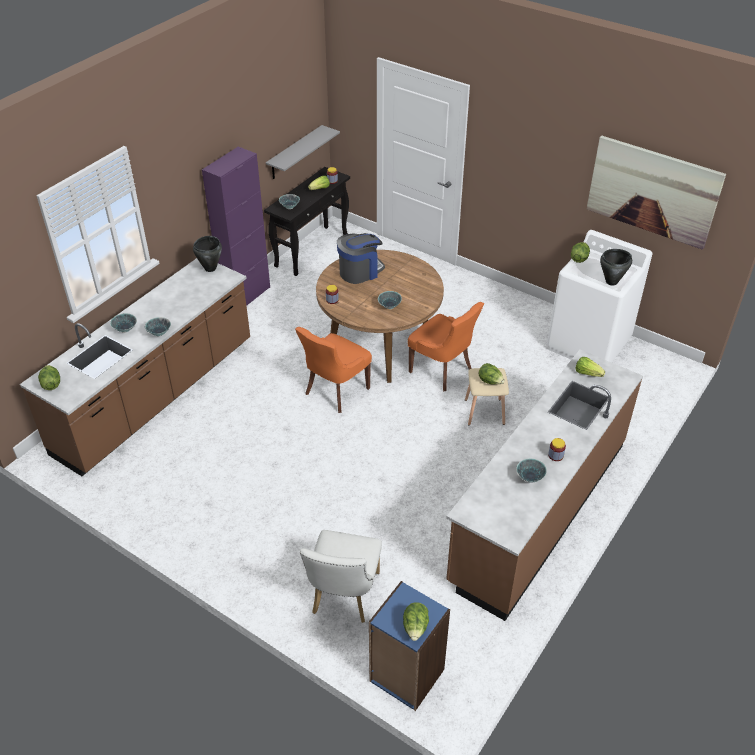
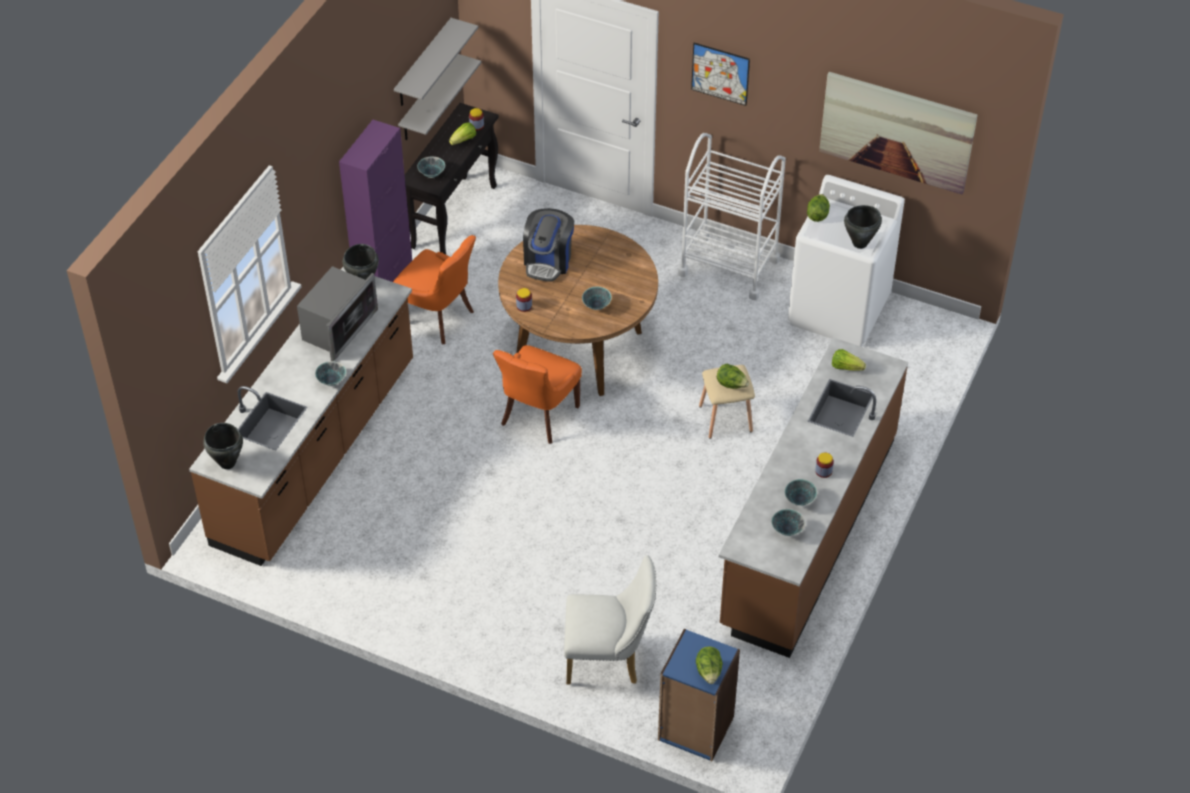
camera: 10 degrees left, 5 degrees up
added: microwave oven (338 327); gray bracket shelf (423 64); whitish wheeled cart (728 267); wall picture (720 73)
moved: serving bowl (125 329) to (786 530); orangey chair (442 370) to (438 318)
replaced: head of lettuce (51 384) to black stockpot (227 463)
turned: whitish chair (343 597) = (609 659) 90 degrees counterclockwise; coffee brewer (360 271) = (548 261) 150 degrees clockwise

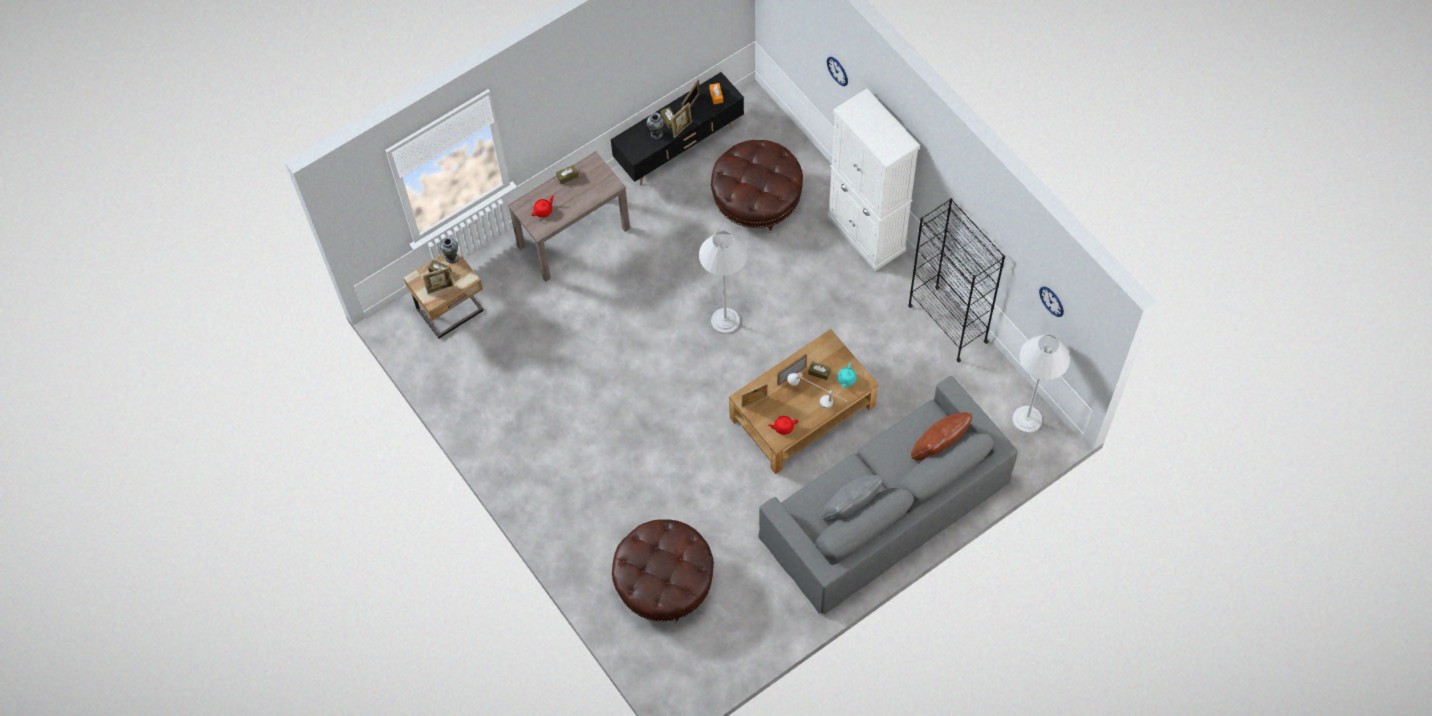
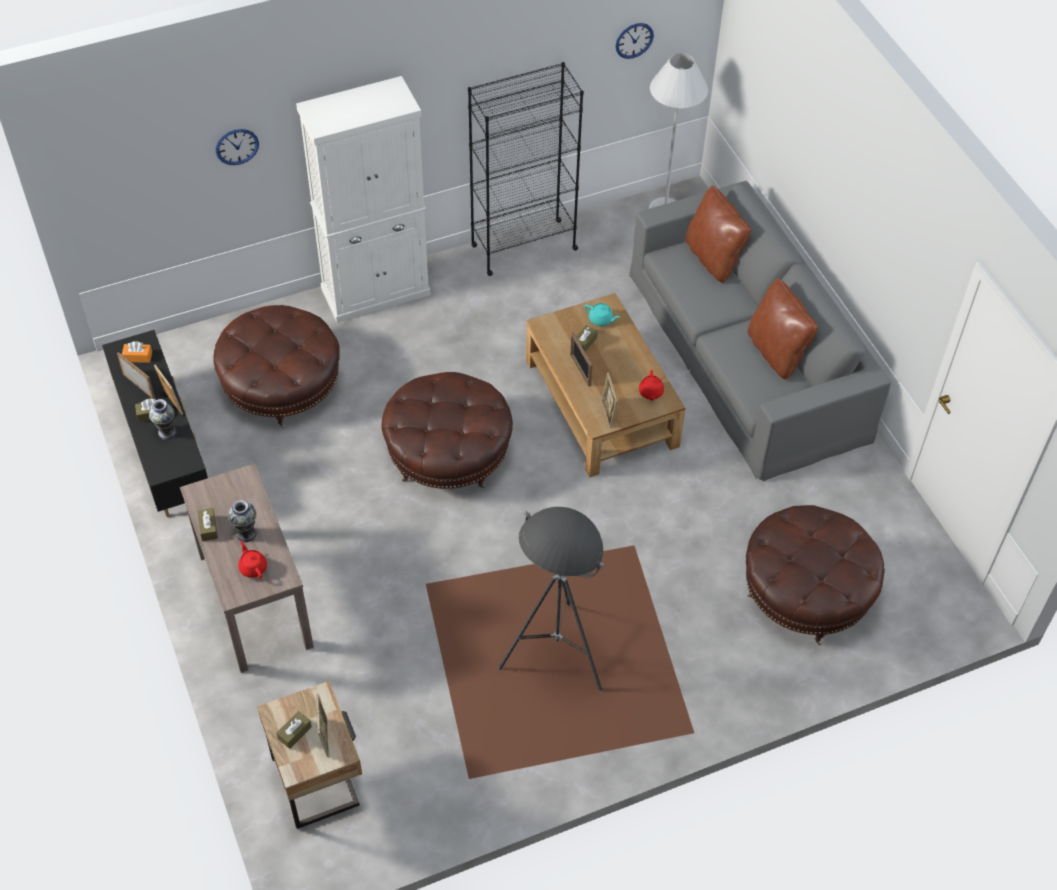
camera: 80 degrees left, 10 degrees down
removed: whitish table lamp (817 399)
added: brown standing lamp (555 656)
moved: decorative vase (451 257) to (246 534)
replaced: whitish standing lamp (725 321) to brown ottoman (448 454)
recoloured: gray throw pillow (850 509) to brown throw pillow (776 352)

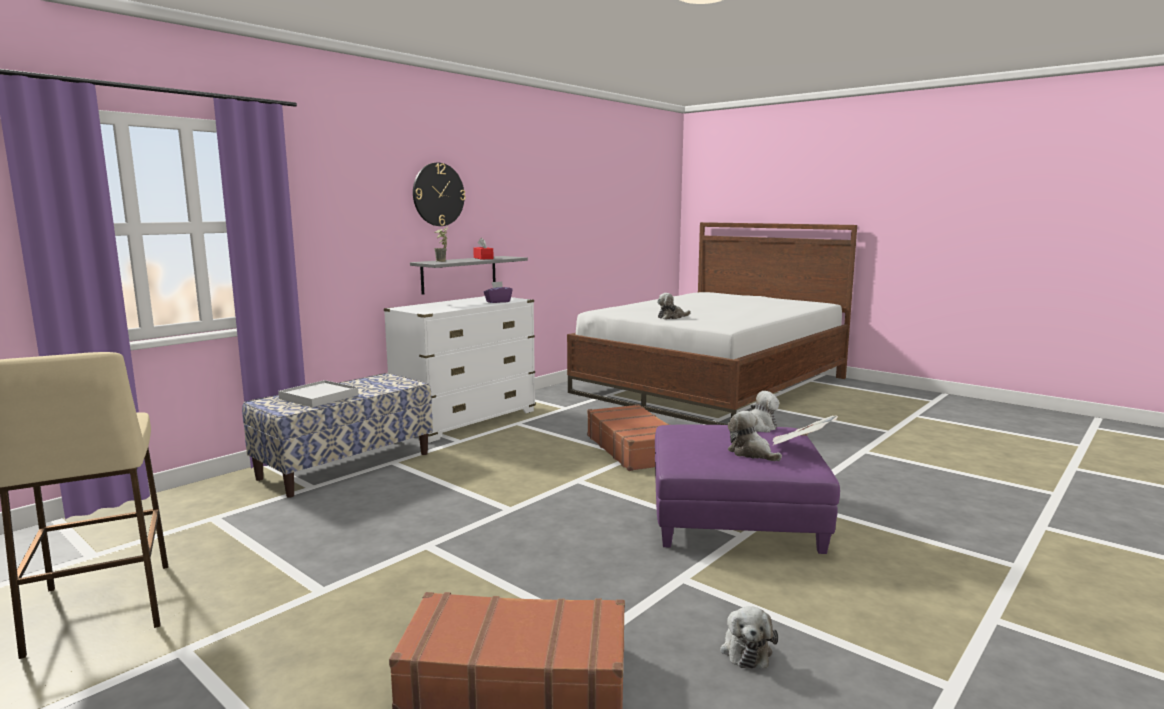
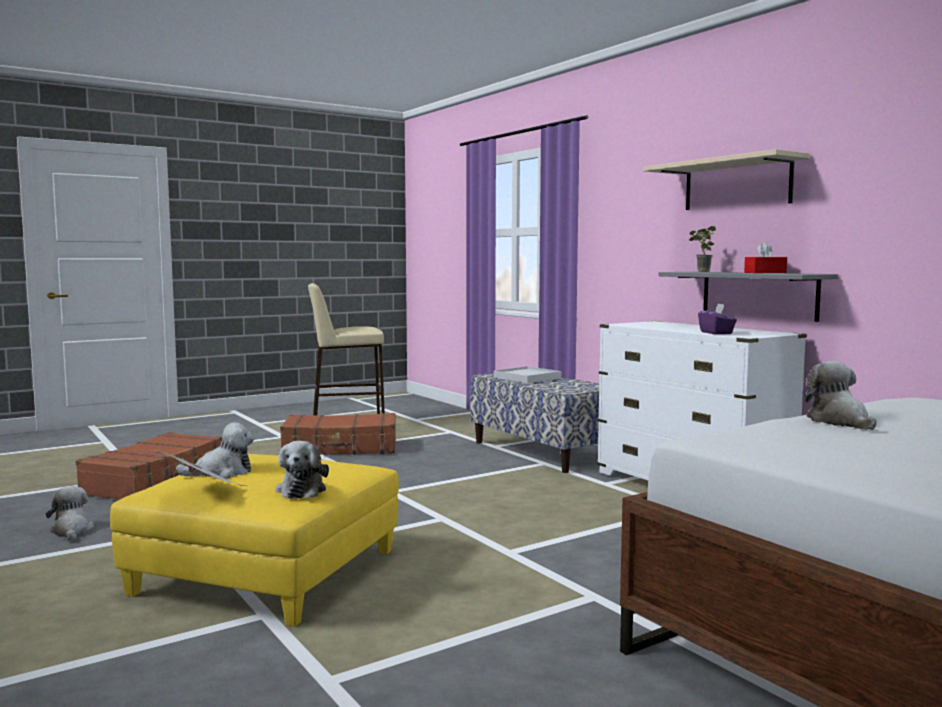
camera: 105 degrees right, 5 degrees down
moved: brown suitcase (634 449) to (341 448)
replaced: clock on the wall (438 194) to beige-coloured bracket shelf (737 184)
recoloured: purple-coloured ottoman (735 517) to yellow ottoman (266 572)
turned: plush toy (745 649) = (71 531) 45 degrees clockwise

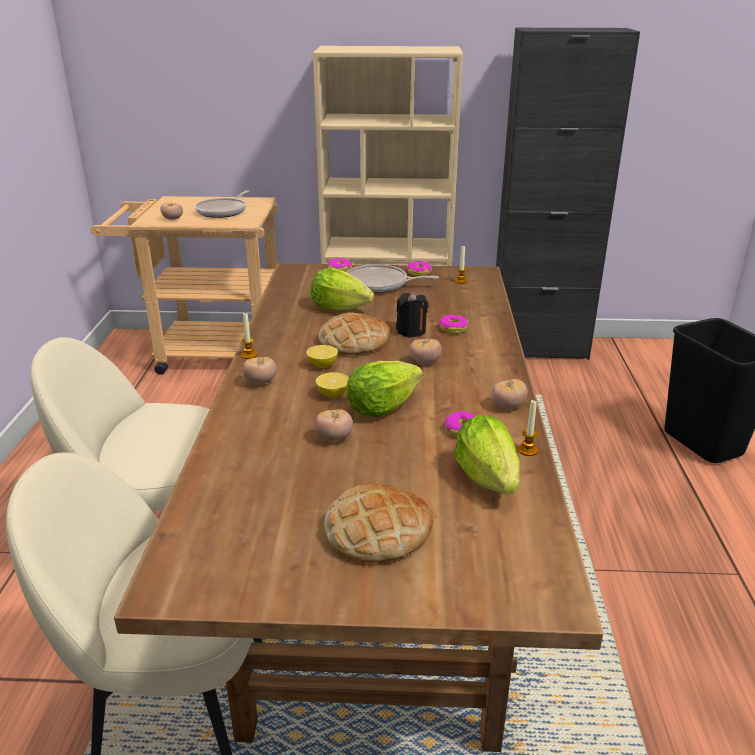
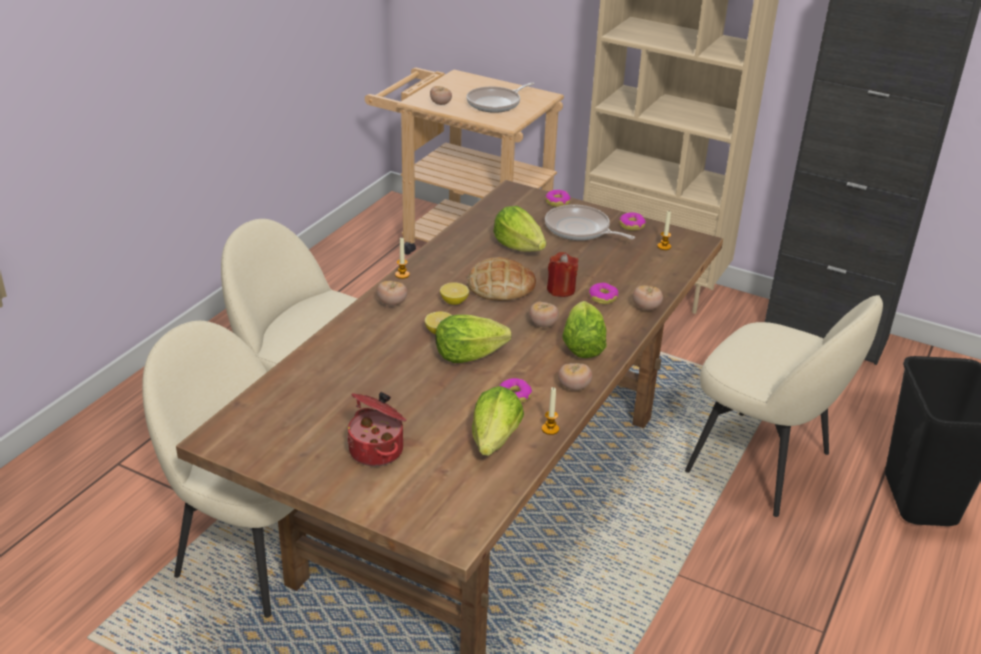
camera: 25 degrees right, 5 degrees up
added: head of lettuce (582 346); beige-coloured chair (762 464)
moved: tomato (334 438) to (646 307)
replaced: bakery bread (377 531) to stockpot (378 450)
recoloured: black wax candle (411 331) to reddish wax candle (561 290)

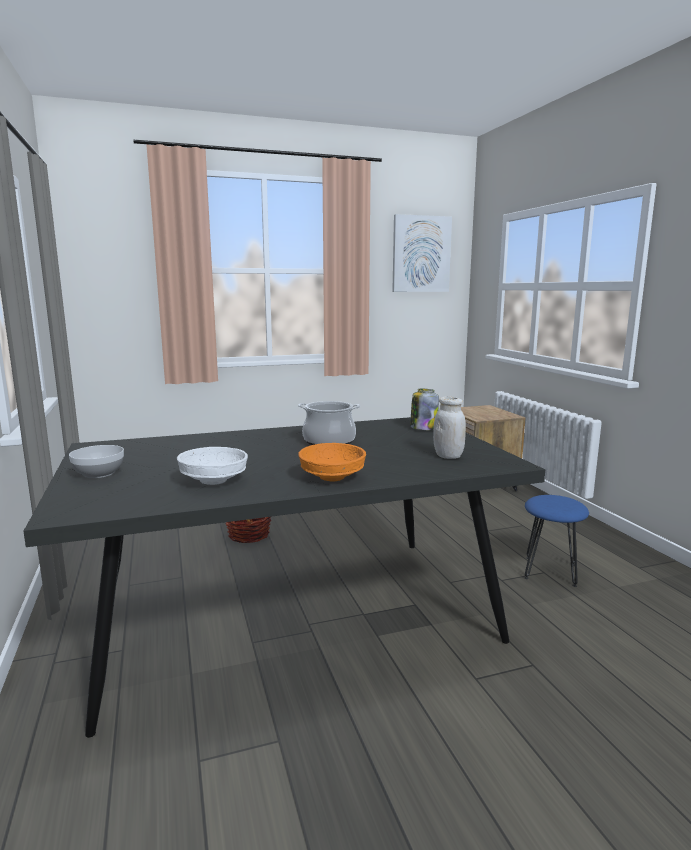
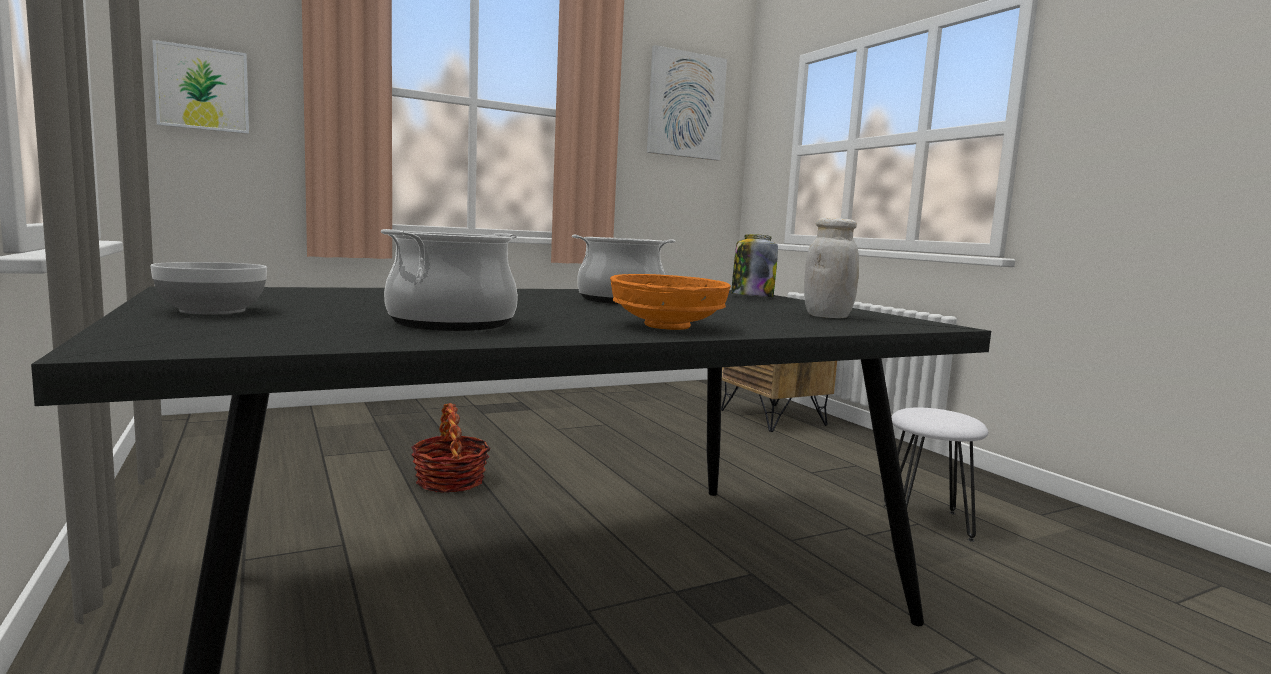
camera: 10 degrees left, 5 degrees down
added: wall picture (202 89)
replaced: whitish serving bowl (213 481) to stockpot (452 323)
recoloured: blue-coloured stool (551 571) to whitish stool (927 522)

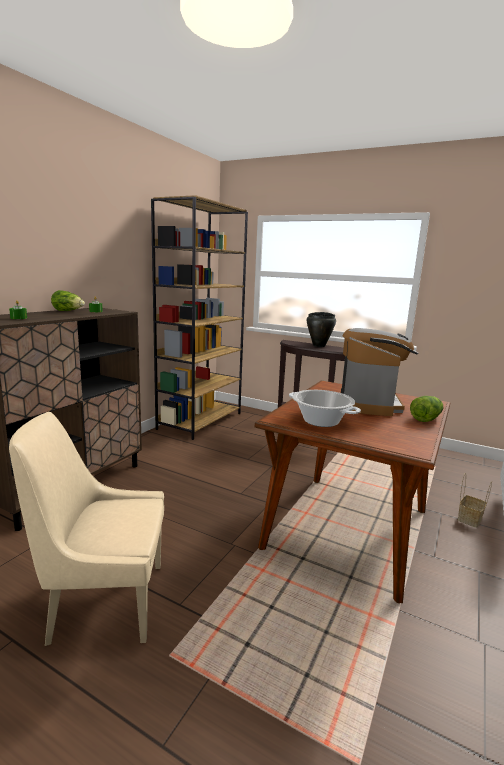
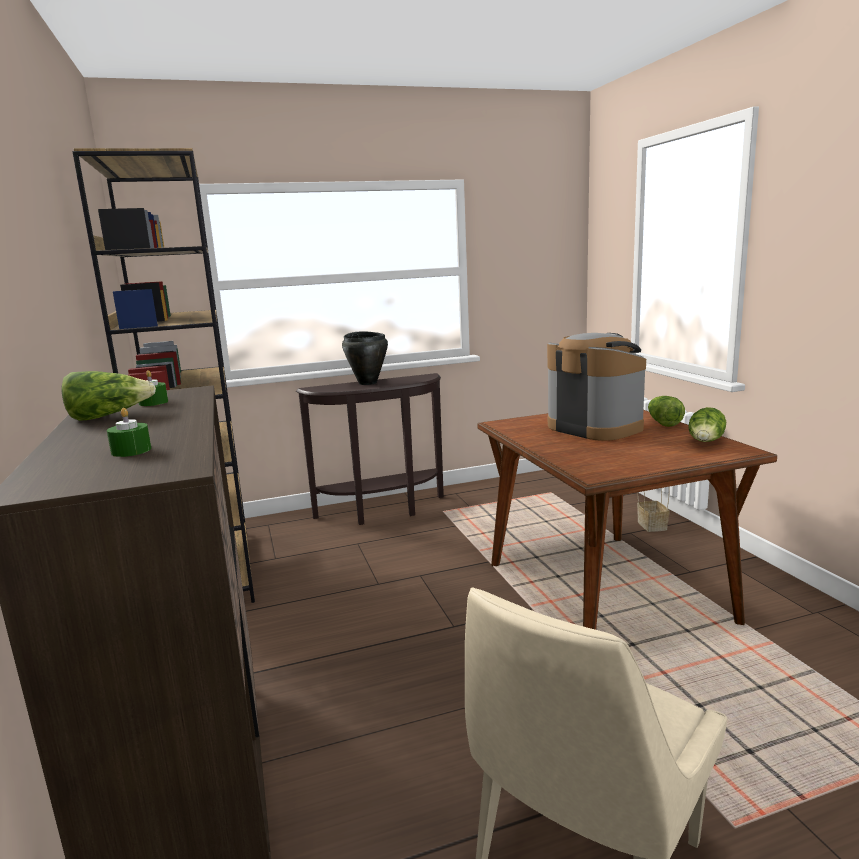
camera: 45 degrees left, 0 degrees up
removed: stockpot (321 421)
added: head of lettuce (706 442)

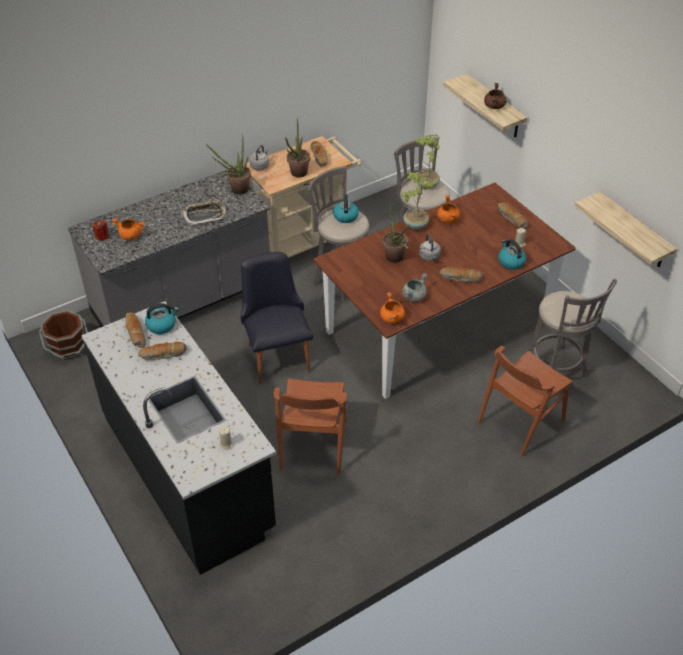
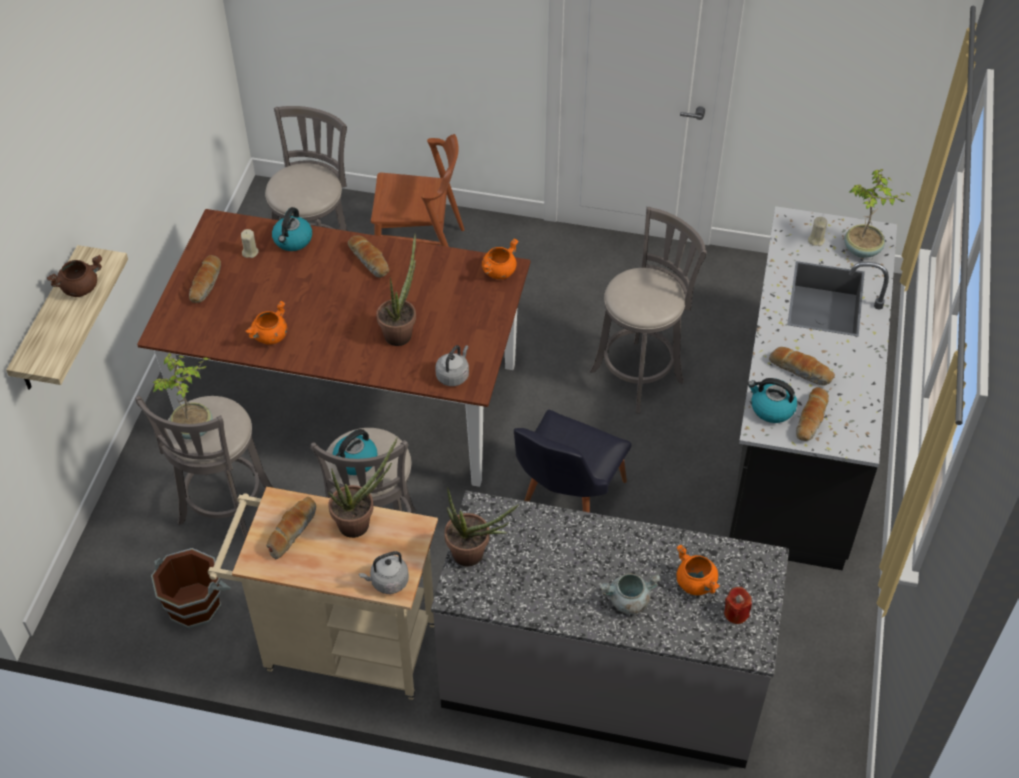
camera: 135 degrees left, 5 degrees up
removed: tray (204 215); bracket shelf (633 231)
moved: brown bucket (68 347) to (194 603); plant in a pot (415 225) to (862 250); gray stockpot (414 297) to (628 601); gray tea kettle (429 257) to (453 375)
replaced: brown chair (313 445) to gray stool (640 374)

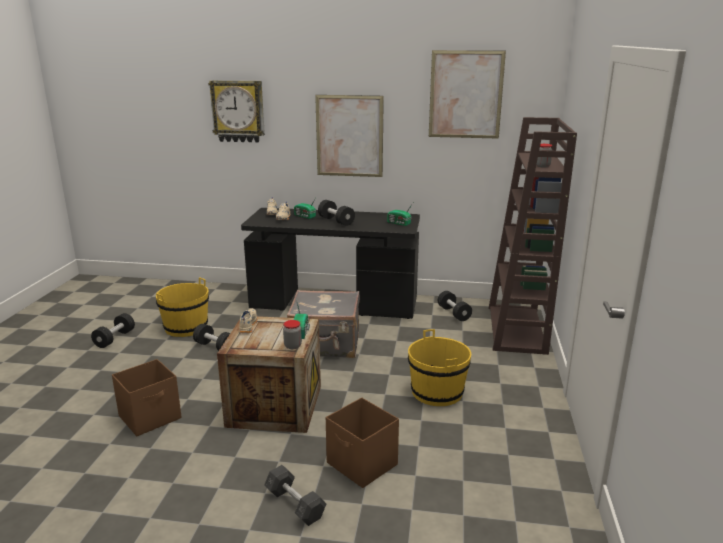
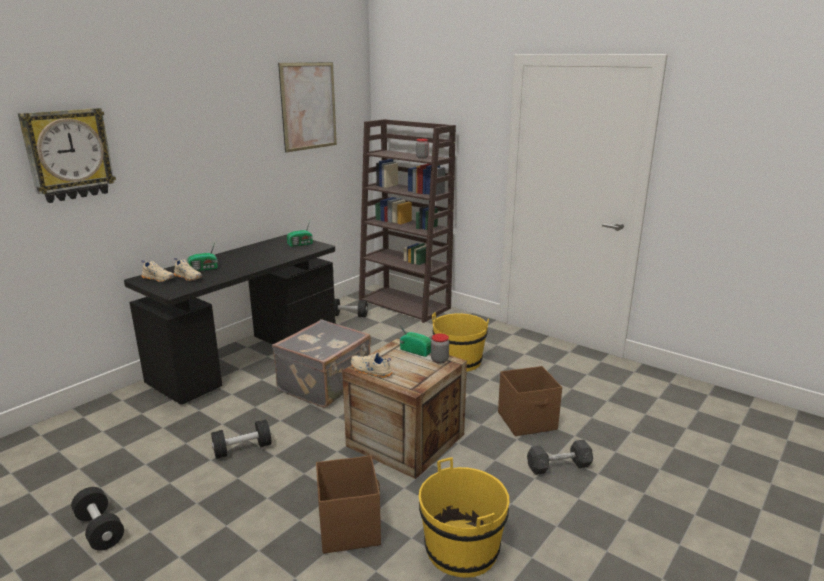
camera: 60 degrees left, 0 degrees up
removed: wall picture (349 136); black dumbbell (336 221)
moved: yellow bucket (186 327) to (461 549)

